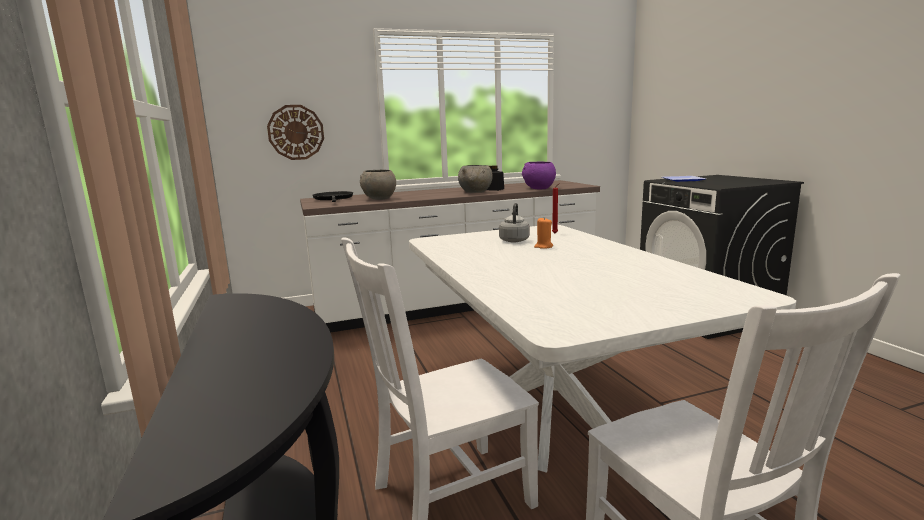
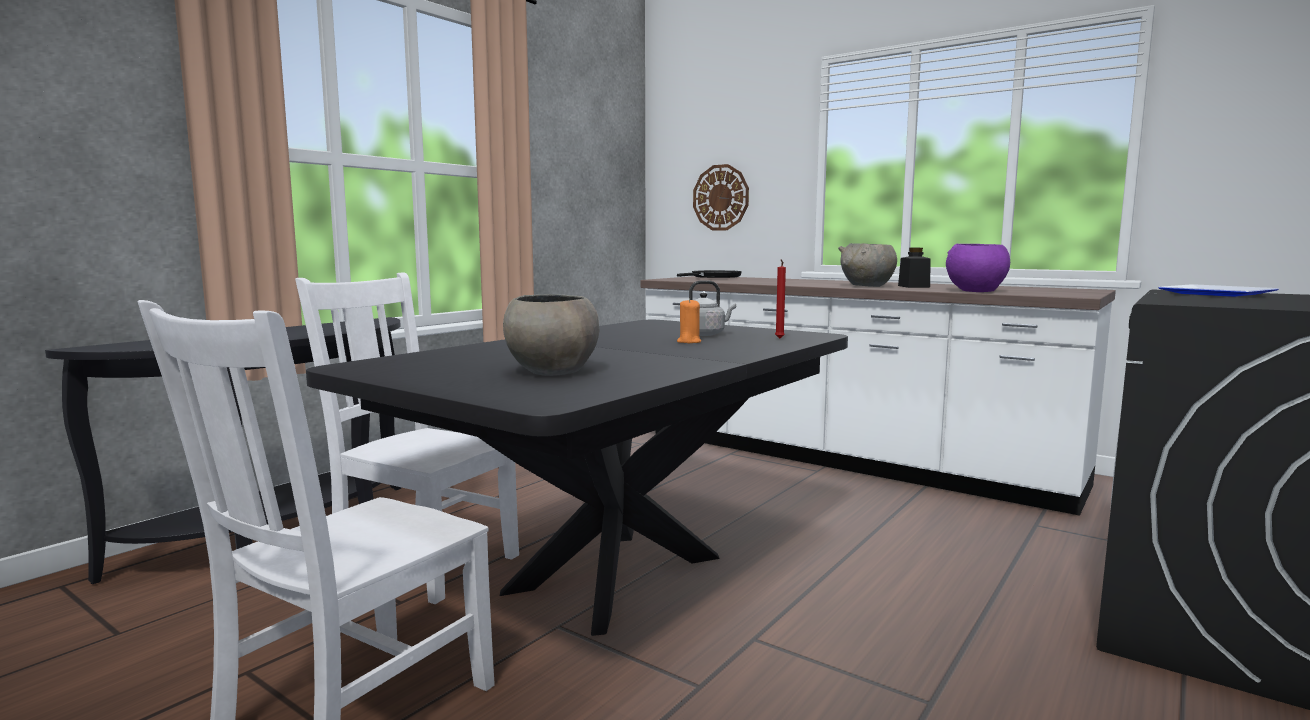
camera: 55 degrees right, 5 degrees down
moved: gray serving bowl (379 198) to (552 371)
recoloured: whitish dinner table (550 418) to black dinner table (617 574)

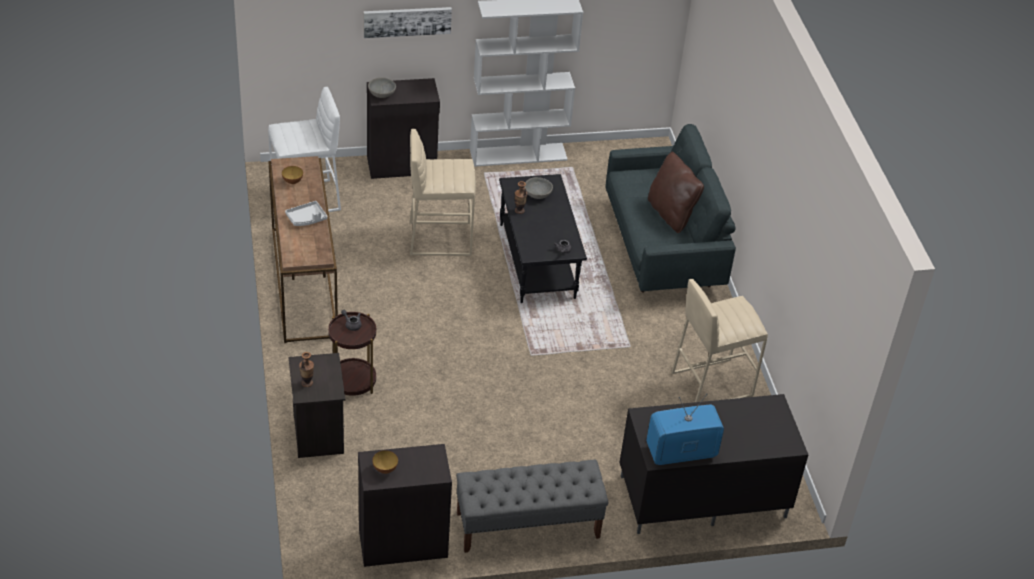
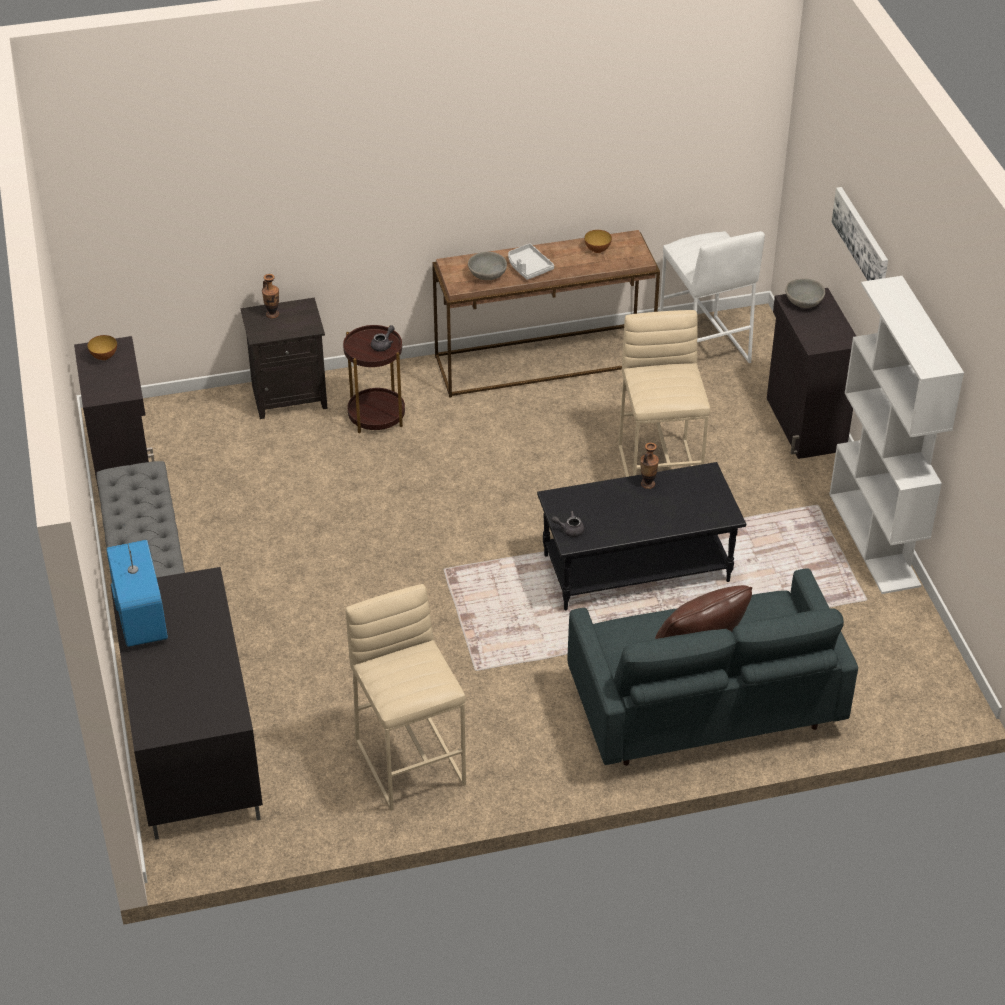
camera: 90 degrees right, 0 degrees up
moved: gray serving bowl (538 194) to (487 275)

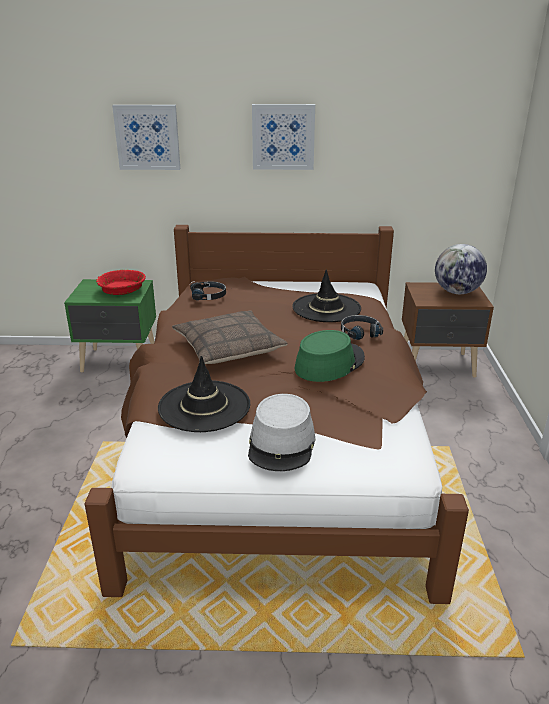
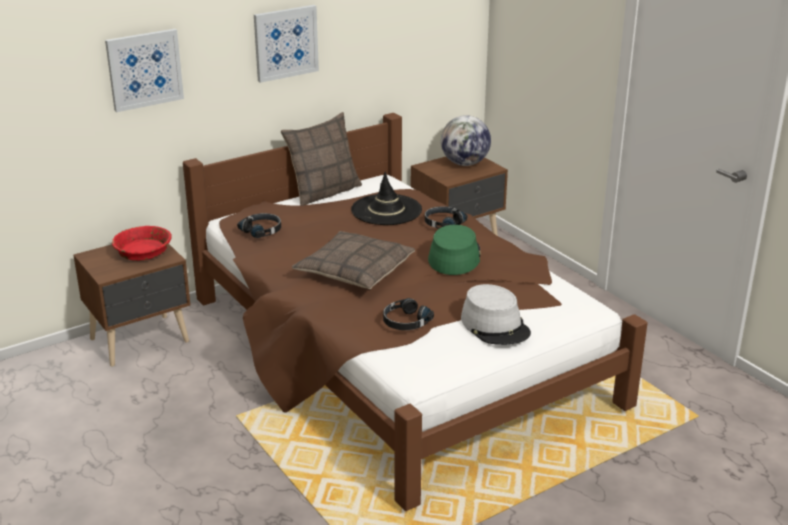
camera: 35 degrees left, 0 degrees up
added: throw pillow (324 192)
replaced: black clothing hat (204 406) to black headphones (405 322)
recoloured: green-coloured nightstand (120 361) to brown nightstand (141 341)

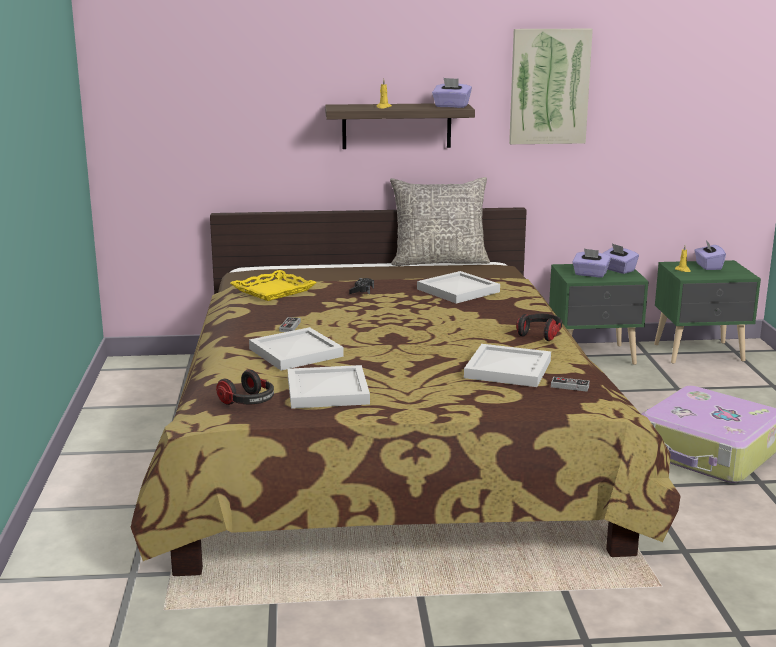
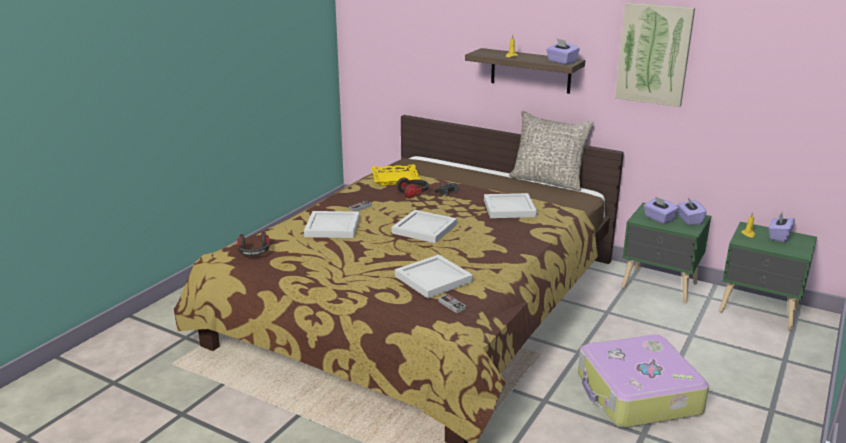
camera: 35 degrees right, 5 degrees up
moved: whitish tray (329 391) to (425 229); headphones (540 334) to (414 193)

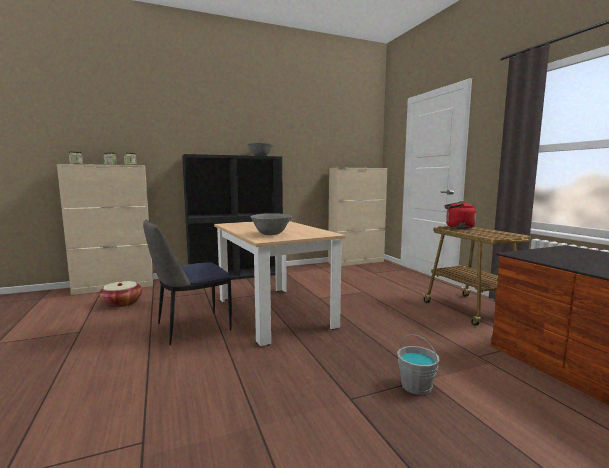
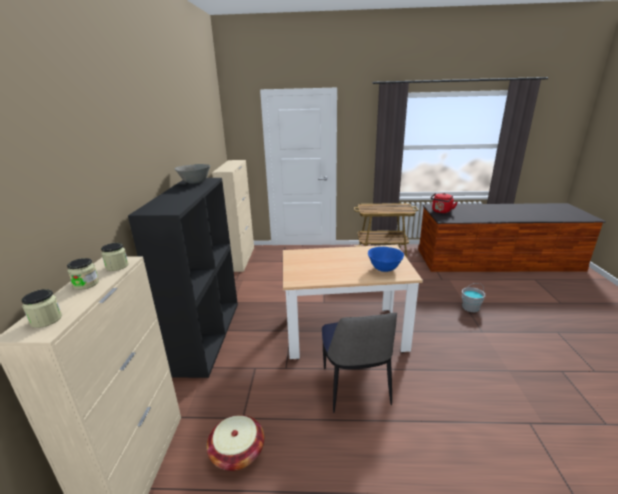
camera: 65 degrees left, 15 degrees up
moved: reddish tea kettle (457 227) to (441 211)
recoloured: gray serving bowl (271 234) to blue-coloured serving bowl (384 268)

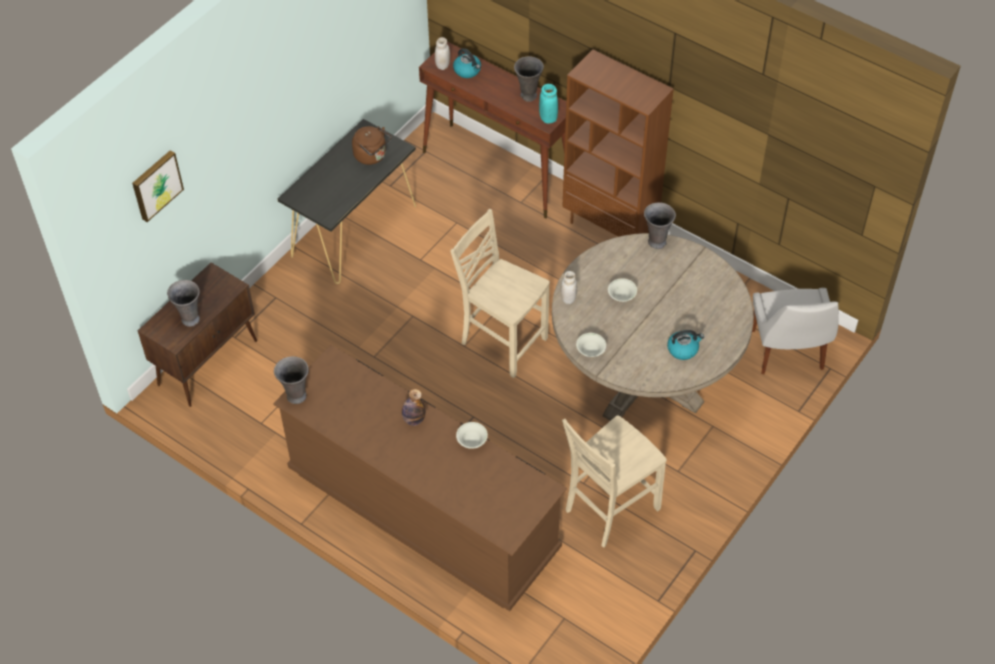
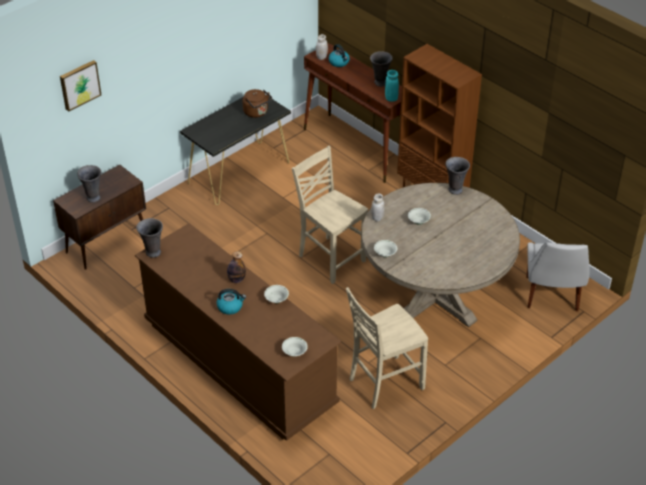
camera: 10 degrees right, 10 degrees down
added: whitish serving bowl (294 353)
moved: tea kettle (683 349) to (230 307)

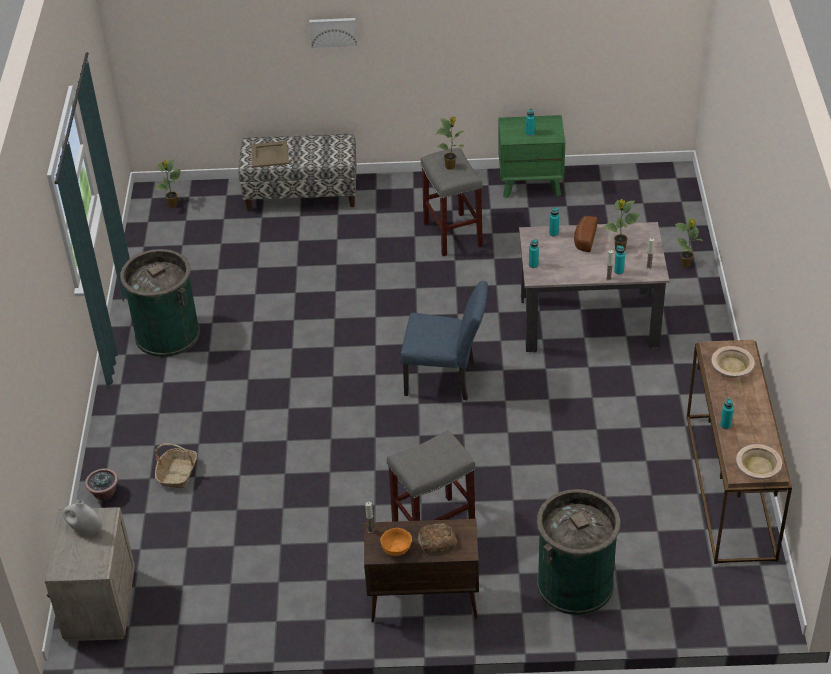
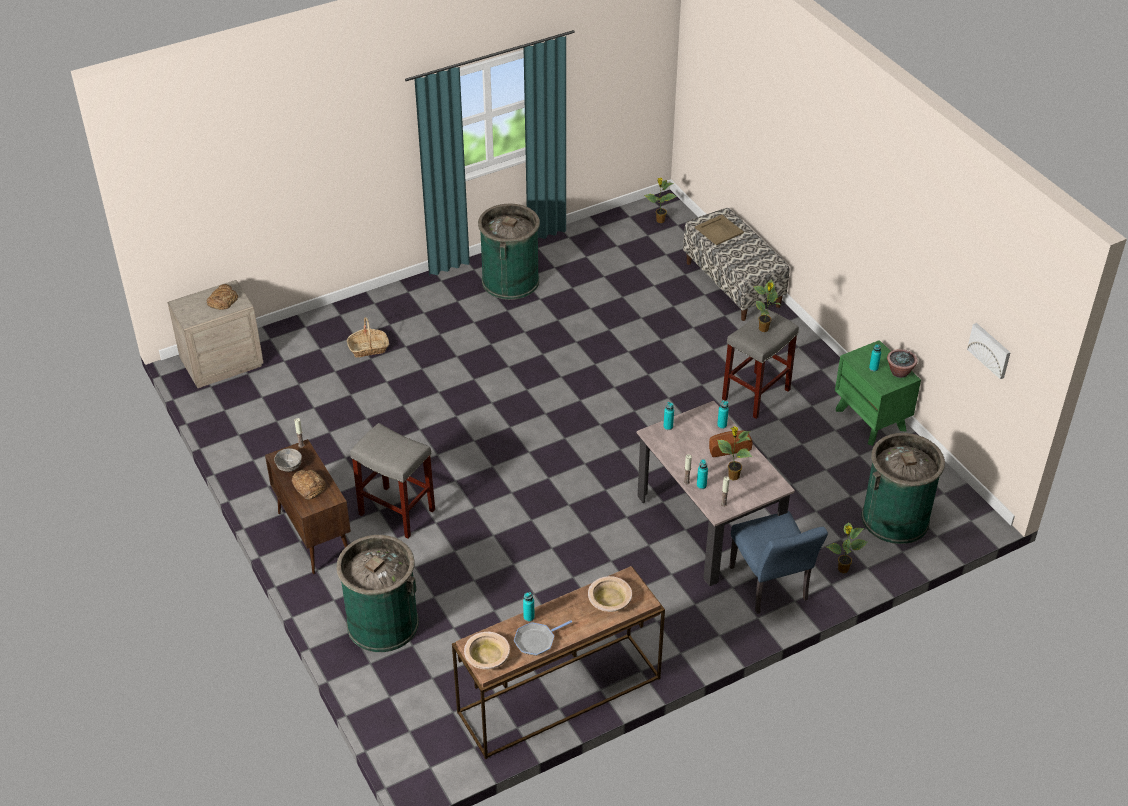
camera: 60 degrees right, 0 degrees up
added: pan (536 640); green-coloured trash can (895 518)
moved: plant in a pot (104 494) to (899 372); wall picture (333 31) to (990 350); blue-coloured chair (446 379) to (771 588)
replaced: whitish decorative vase (85 530) to bakery bread (222 300)
recoloured: orangey serving bowl (396 549) to gray serving bowl (289 467)

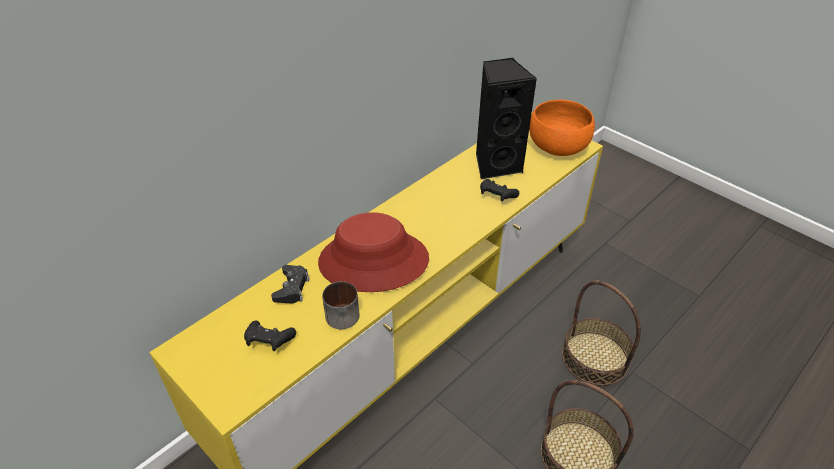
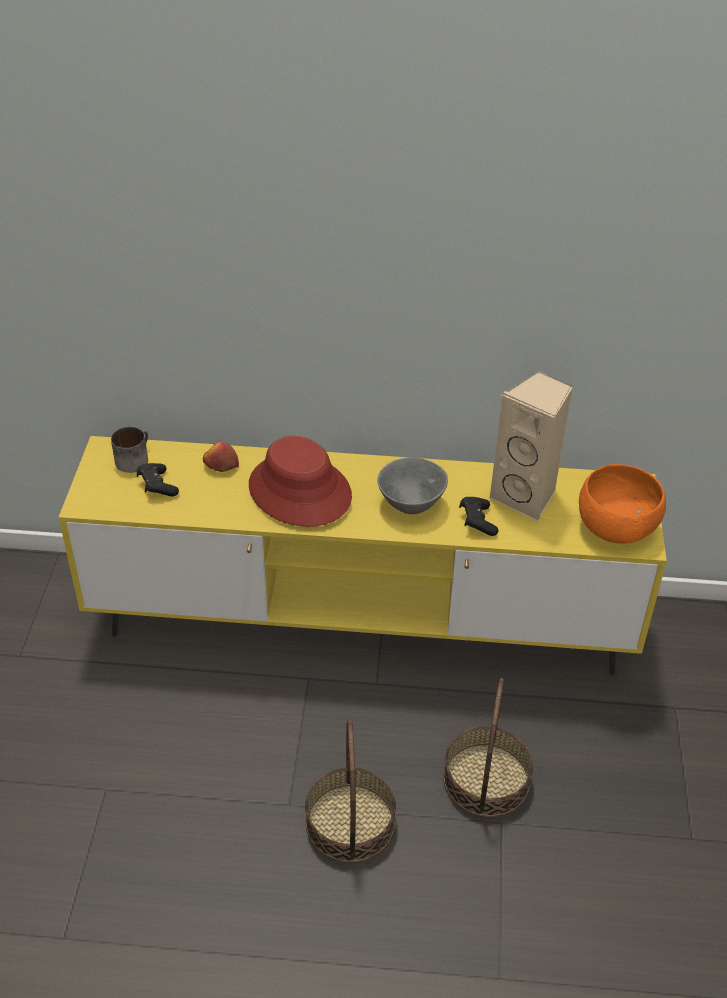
camera: 50 degrees right, 0 degrees up
added: gray serving bowl (410 502)
moved: tea mug (339 313) to (133 458)
replaced: black game controller (292 288) to whole apple (220 465)
recoloured: black loudspeaker (496 164) to beige-coloured loudspeaker (526 497)

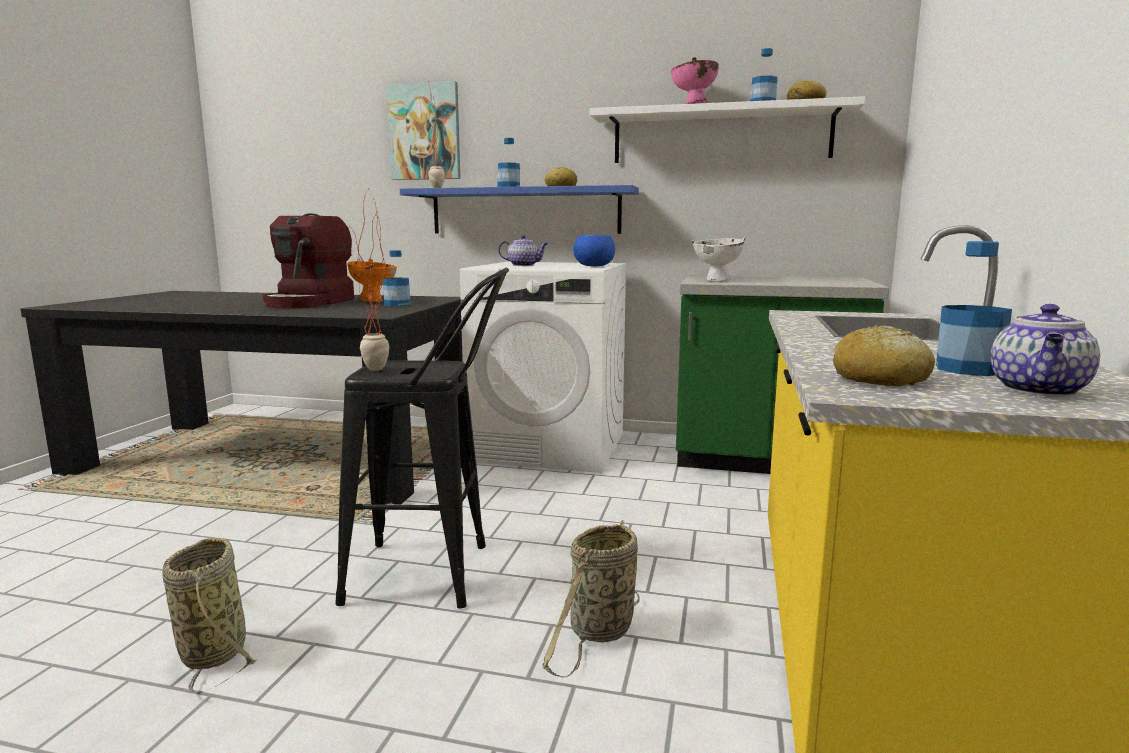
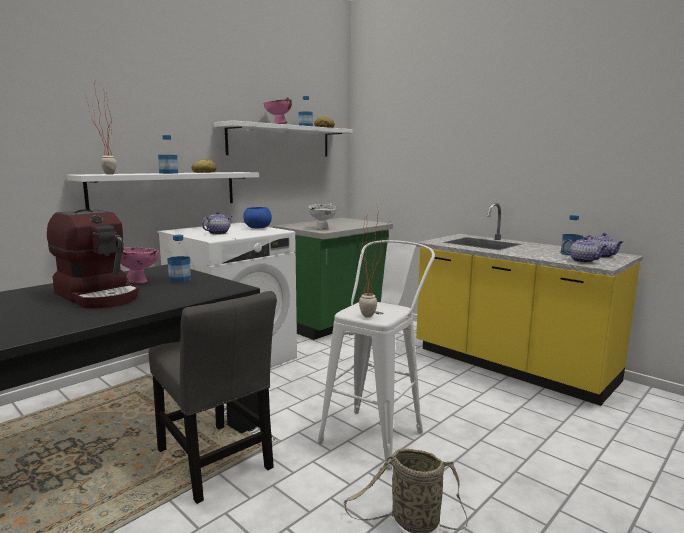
camera: 60 degrees left, 0 degrees up
removed: wall picture (425 132); household basket (599 633)
added: gray chair (215 463)
replaced: bakery bread (880 379) to tea pot (583 261)
recoloured: black stool (435 574) to whitish stool (377 432); orangey serving bowl (374 301) to pink-coloured serving bowl (138 281); blue-coloured bracket shelf (525 211) to whitish bracket shelf (166 190)

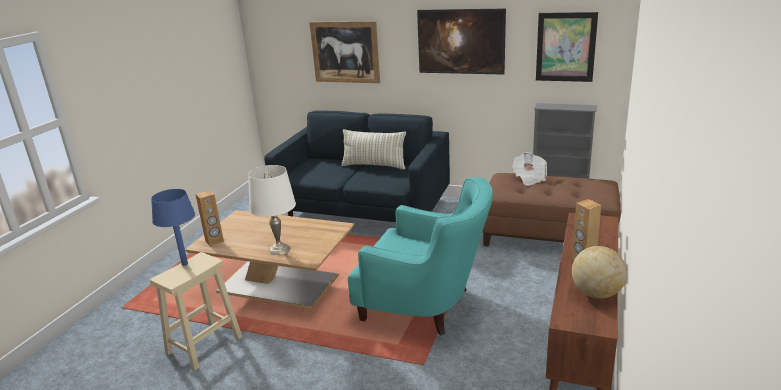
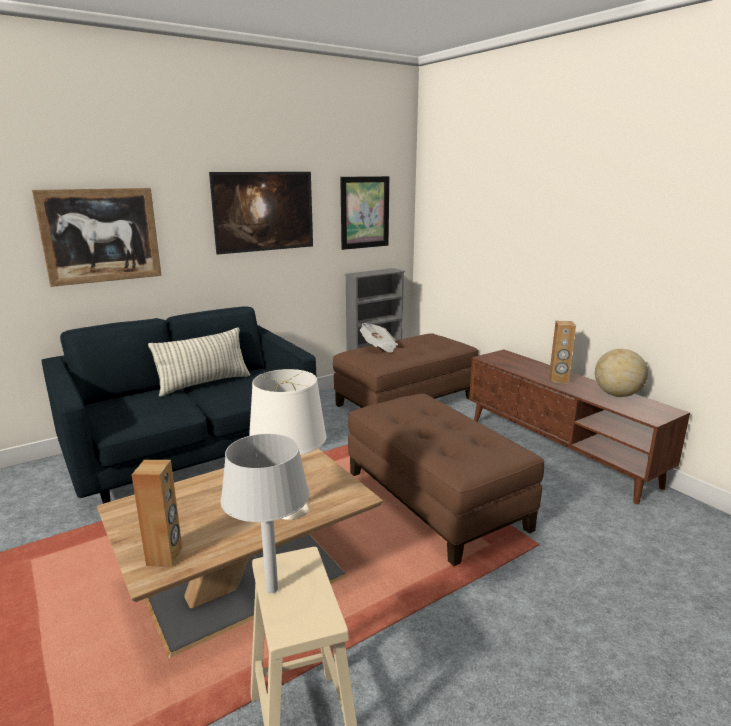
camera: 55 degrees left, 5 degrees down
replaced: turquoise lounge chair (425 305) to brown ottoman (436 499)
recoloured: blue-coloured table lamp (185 264) to gray table lamp (272 588)

